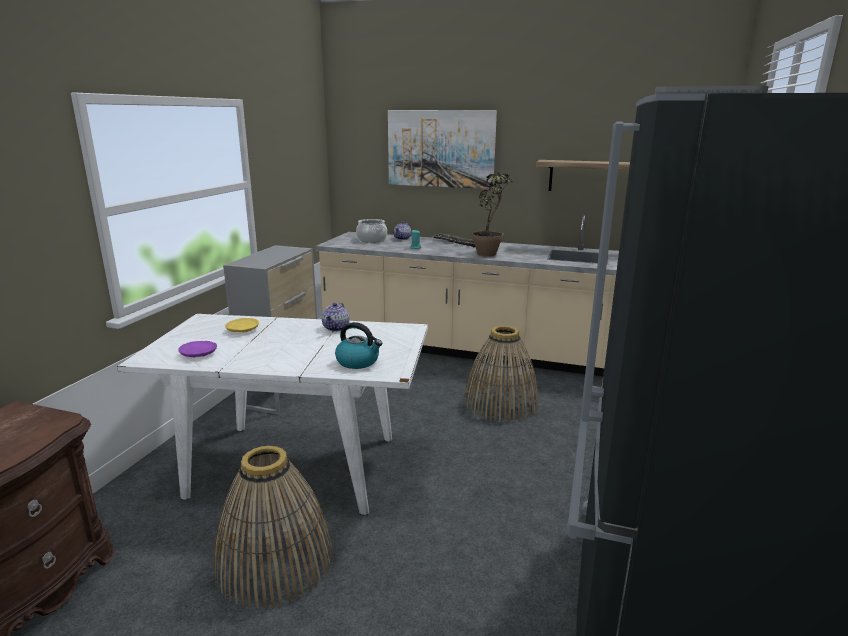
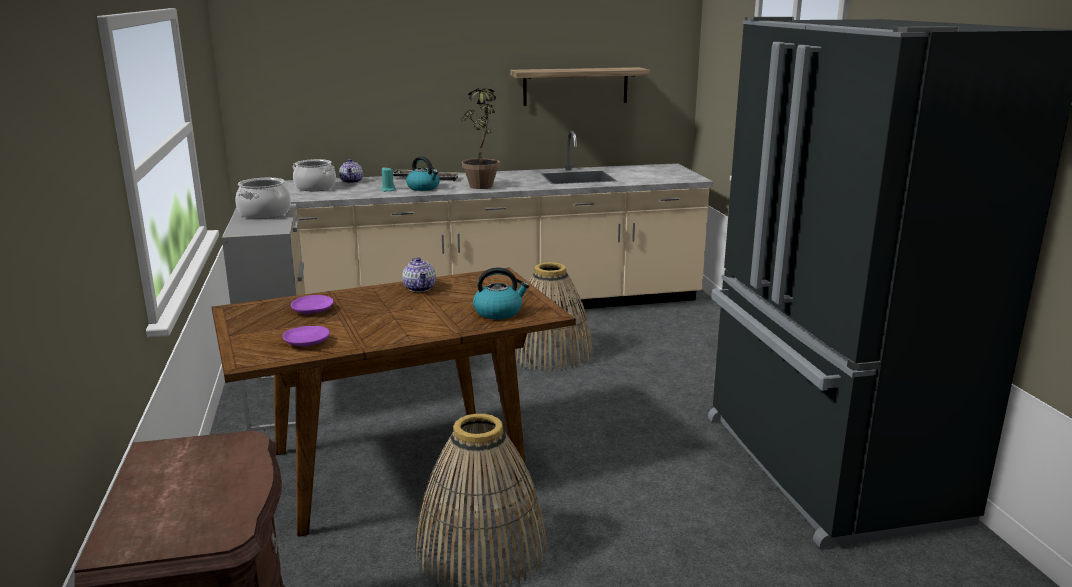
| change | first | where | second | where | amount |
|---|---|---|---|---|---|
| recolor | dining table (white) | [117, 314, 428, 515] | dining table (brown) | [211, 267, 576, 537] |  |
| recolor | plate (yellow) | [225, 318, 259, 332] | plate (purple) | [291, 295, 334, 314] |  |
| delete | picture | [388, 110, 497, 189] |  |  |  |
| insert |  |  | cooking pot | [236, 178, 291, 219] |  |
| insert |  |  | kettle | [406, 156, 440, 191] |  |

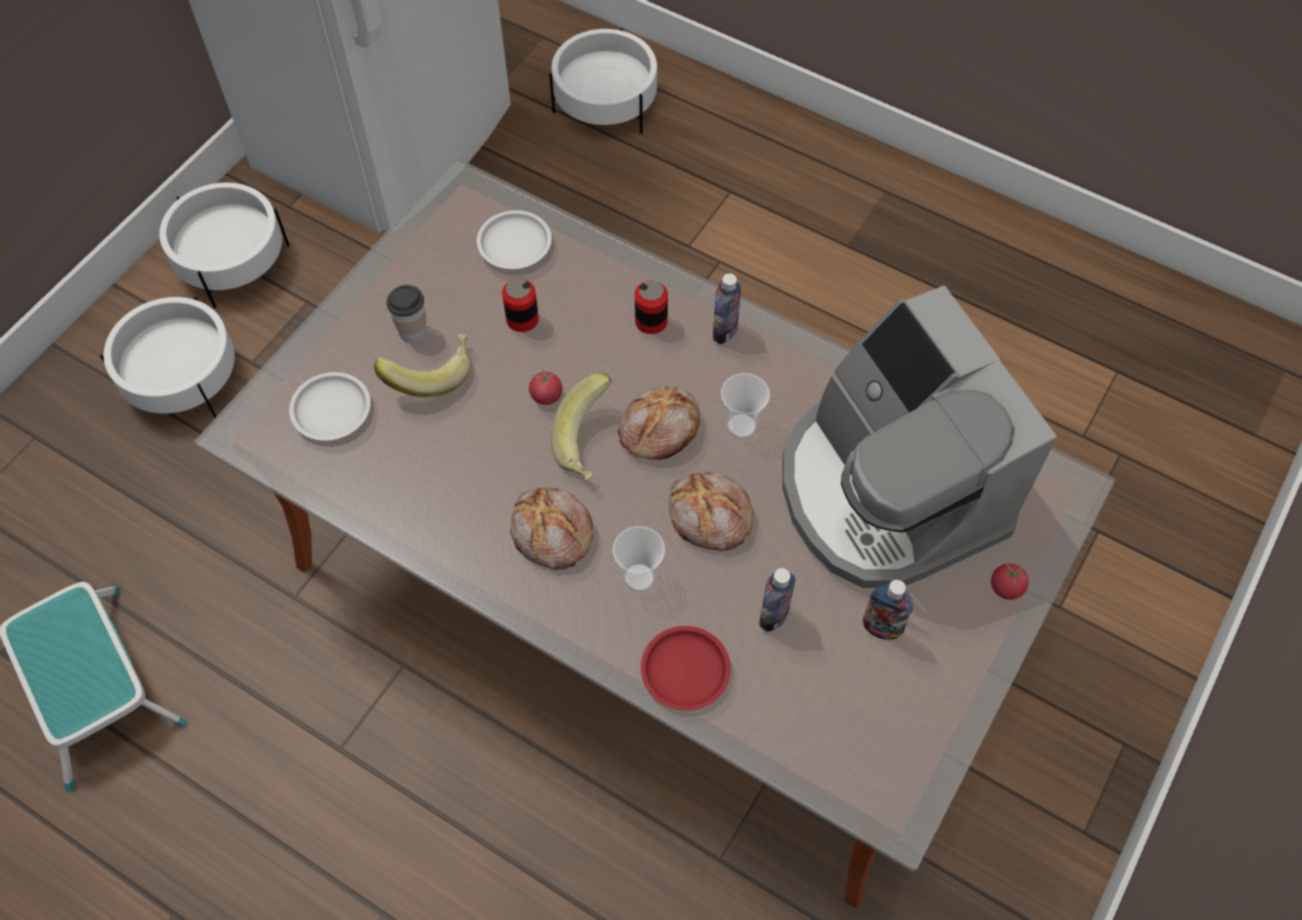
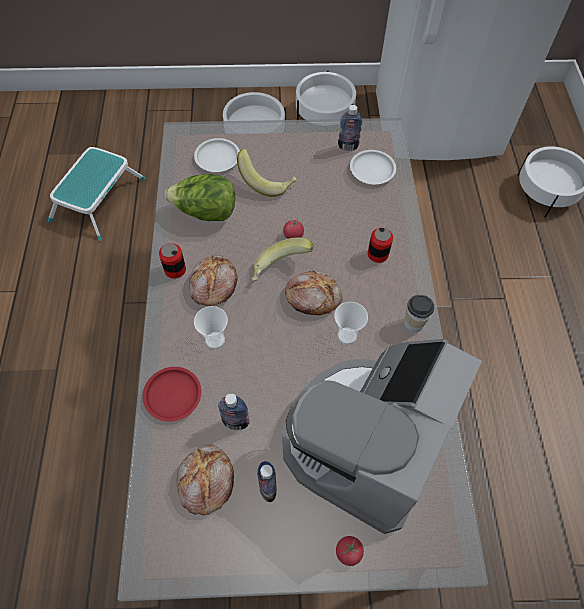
| change | first | where | second | where | amount |
|---|---|---|---|---|---|
| move | cup | [386, 285, 427, 343] |  | [404, 295, 434, 332] |  |
| move | can | [502, 278, 539, 332] |  | [159, 243, 186, 279] |  |
| move | bread | [669, 472, 753, 551] |  | [176, 444, 234, 515] |  |
| move | bottle | [713, 273, 741, 344] |  | [338, 105, 363, 151] |  |
| insert |  |  | lettuce | [165, 174, 235, 221] |  |

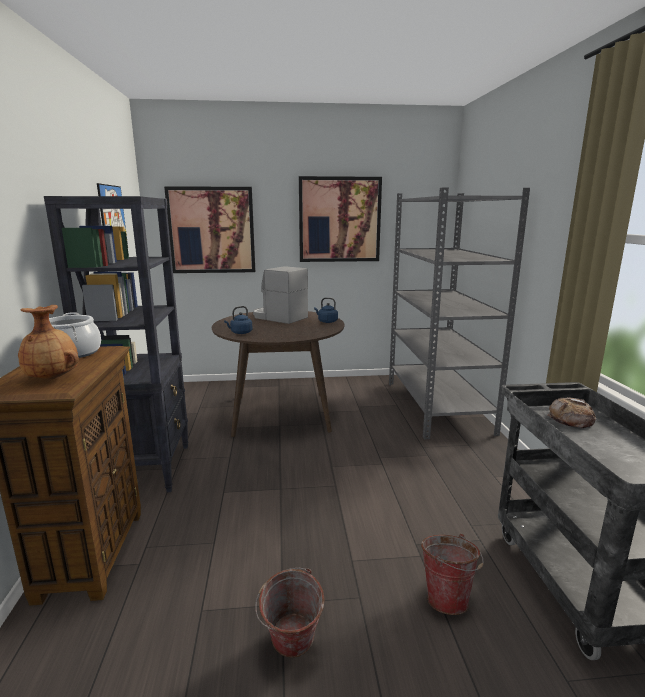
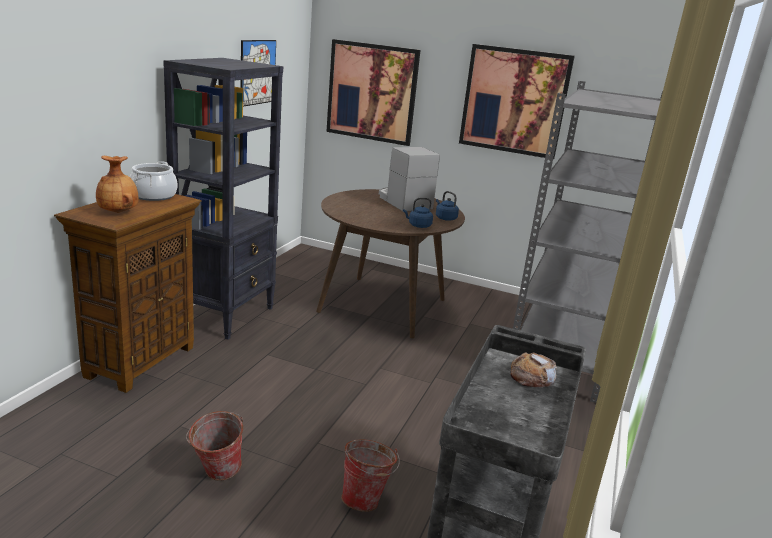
| change | first | where | second | where | amount |
|---|---|---|---|---|---|
| move | kettle (blue) | [224, 306, 252, 334] |  | [403, 197, 433, 228] |  |

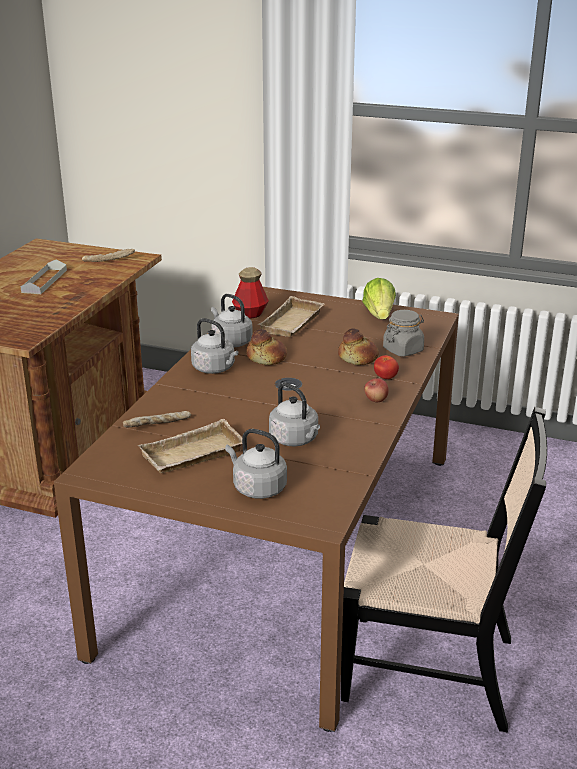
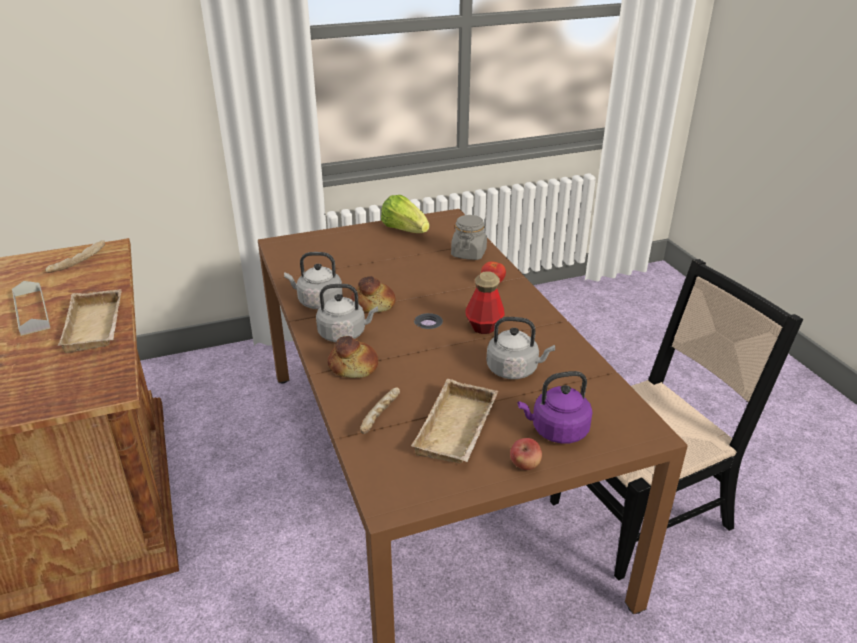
| change | first | where | second | where | amount |
|---|---|---|---|---|---|
| recolor | kettle (grey) | [225, 429, 287, 499] | kettle (purple) | [518, 371, 593, 443] |  |
| move | bottle | [232, 267, 269, 319] |  | [466, 271, 505, 334] |  |
| move | tray (beige) | [258, 296, 325, 337] |  | [58, 289, 121, 353] |  |
| move | bread | [338, 328, 379, 365] |  | [328, 336, 378, 378] |  |
| move | apple | [364, 378, 389, 402] |  | [510, 438, 542, 470] |  |

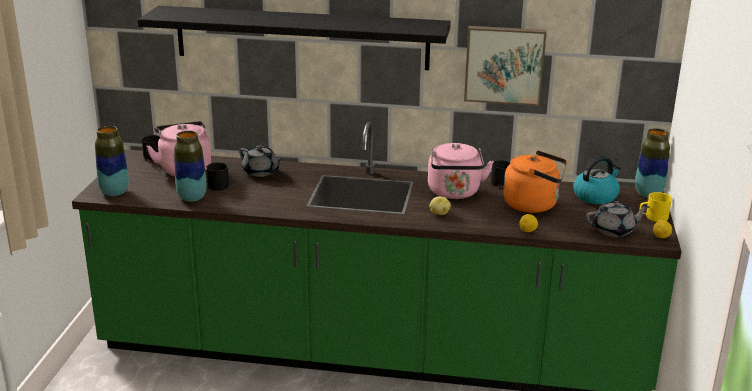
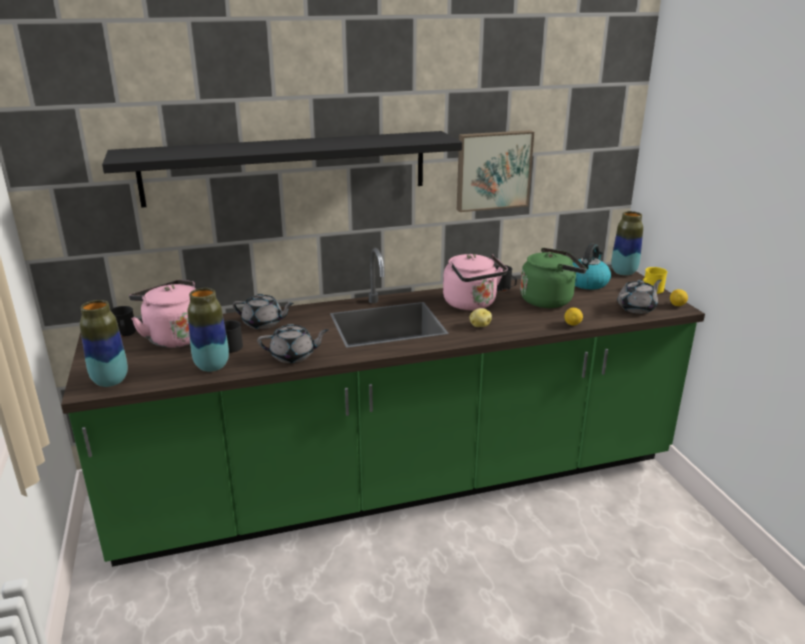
| change | first | where | second | where | amount |
|---|---|---|---|---|---|
| recolor | kettle (orange) | [503, 150, 567, 213] | kettle (green) | [520, 248, 587, 308] |  |
| insert |  |  | teapot (grey) | [257, 324, 329, 363] |  |

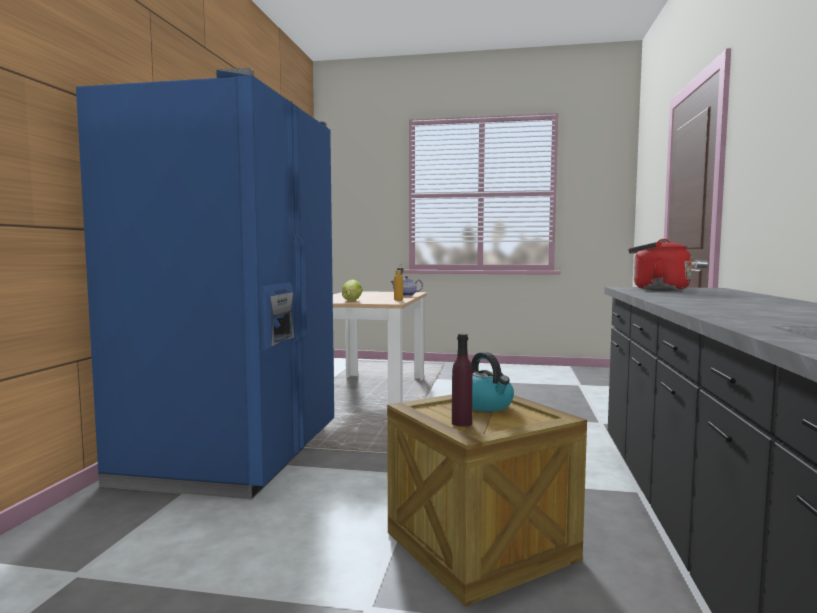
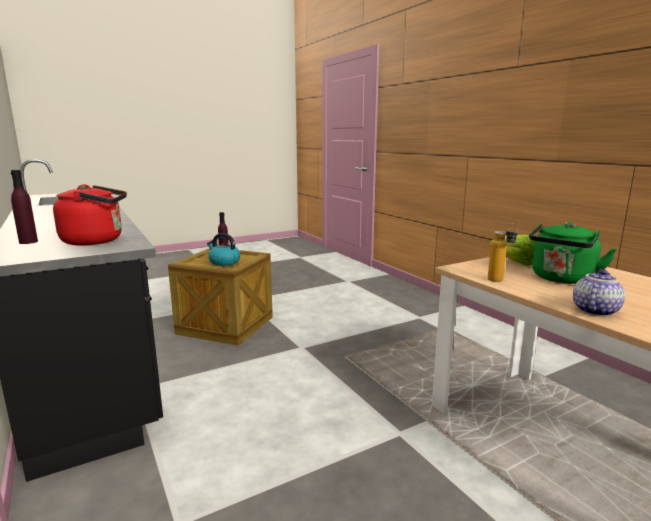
| change | first | where | second | where | amount |
|---|---|---|---|---|---|
| delete | fridge (blue) | [76, 68, 334, 500] |  |  |  |
| insert |  |  | bottle (purple) | [11, 170, 38, 244] |  |
| insert |  |  | kettle (green) | [529, 222, 617, 284] |  |

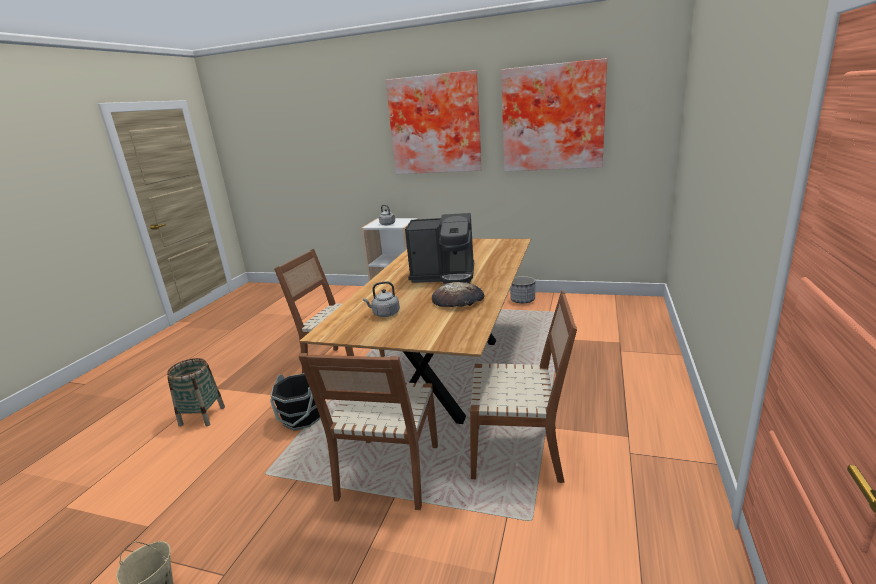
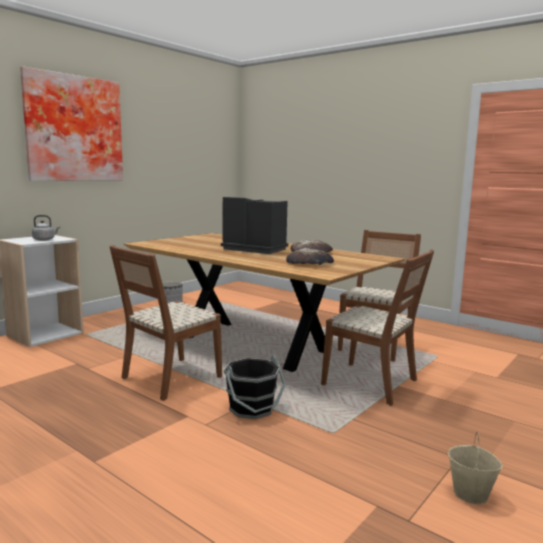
| change | first | where | second | where | amount |
|---|---|---|---|---|---|
| delete | basket | [167, 358, 225, 427] |  |  |  |
| replace | kettle (grey) | [363, 281, 400, 317] | bread | [286, 248, 334, 265] |  |
| rotate | coffee machine | [405, 213, 474, 284] |  | [221, 197, 288, 254] | 90 degrees counterclockwise |
| delete | picture | [501, 58, 607, 171] |  |  |  |

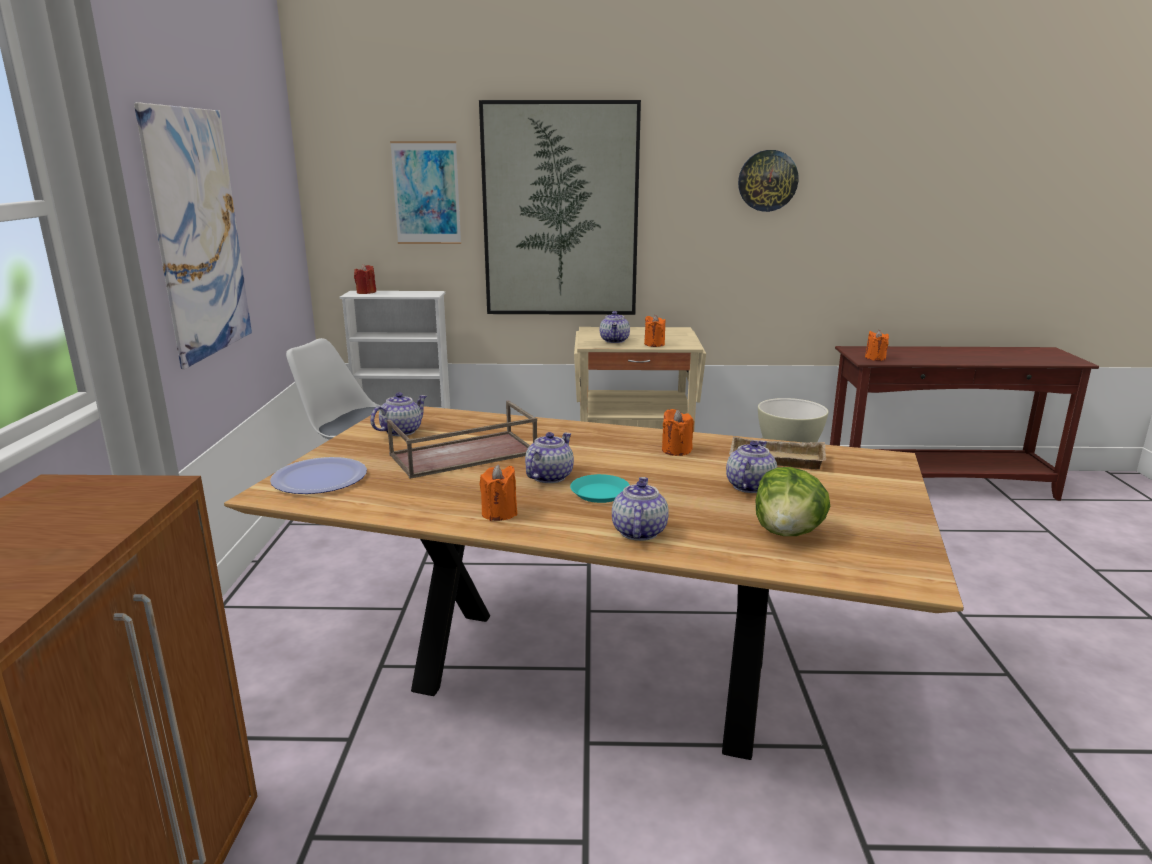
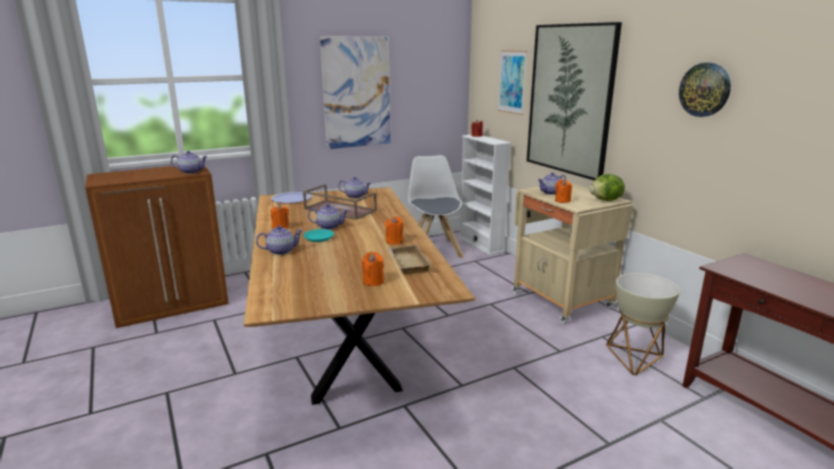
| change | first | where | second | where | amount |
|---|---|---|---|---|---|
| move | teapot | [726, 440, 777, 493] |  | [171, 151, 208, 174] |  |
| move | lettuce | [756, 467, 830, 536] |  | [589, 174, 625, 201] |  |
| move | candle (orange) | [865, 330, 889, 361] |  | [361, 252, 384, 286] |  |

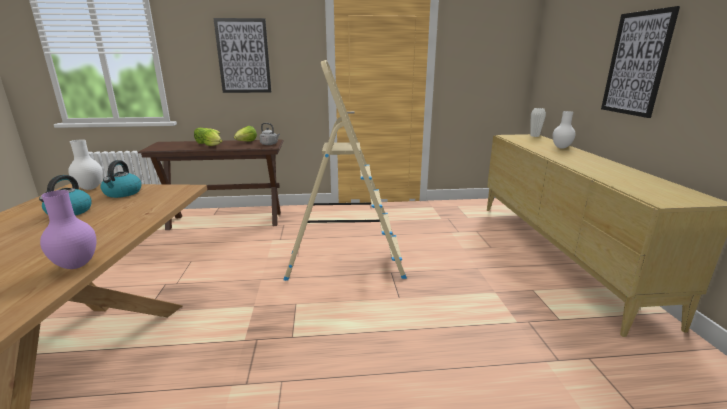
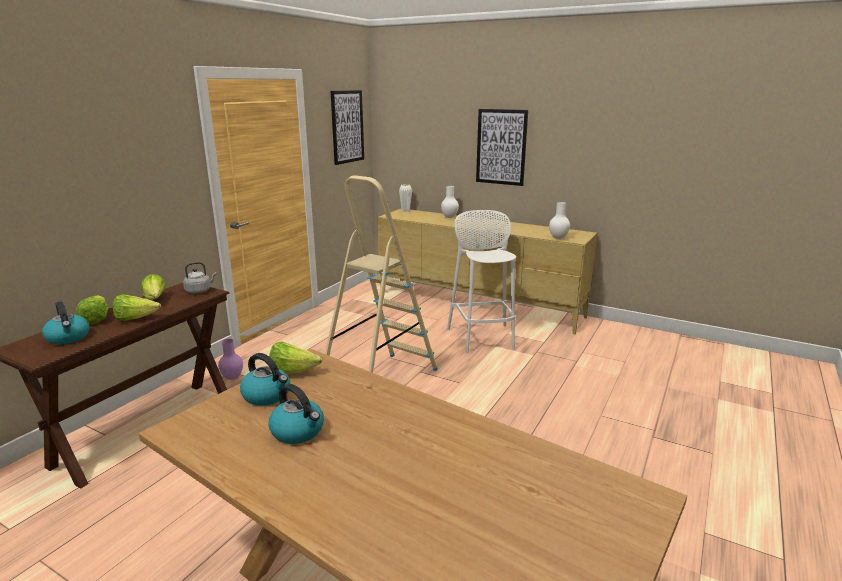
| change | first | where | second | where | amount |
|---|---|---|---|---|---|
| move | vase (purple) | [40, 190, 96, 269] |  | [218, 339, 243, 380] |  |
| move | vase (white) | [68, 139, 103, 190] |  | [549, 202, 570, 239] |  |
| move | picture | [213, 18, 271, 93] |  | [331, 90, 364, 165] |  |
| insert |  |  | kettle | [42, 301, 89, 344] |  |
| insert |  |  | lettuce | [269, 342, 323, 374] |  |
| insert |  |  | stool (white) | [447, 210, 516, 353] |  |

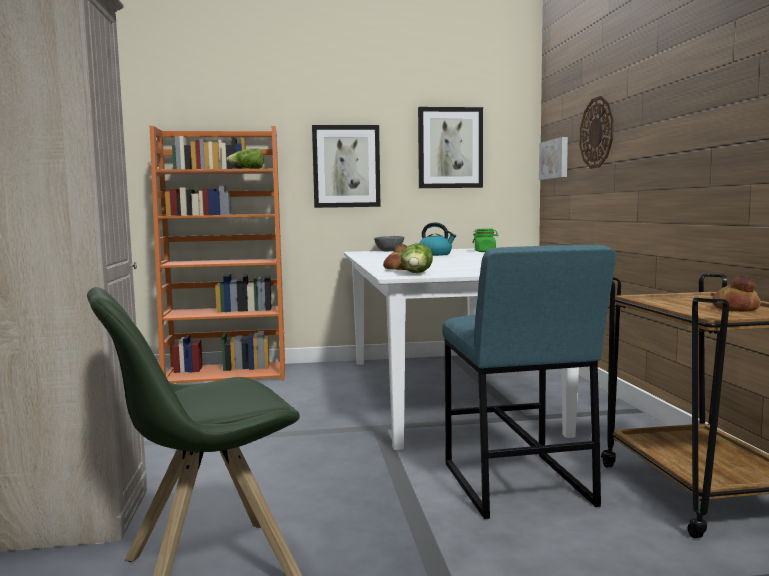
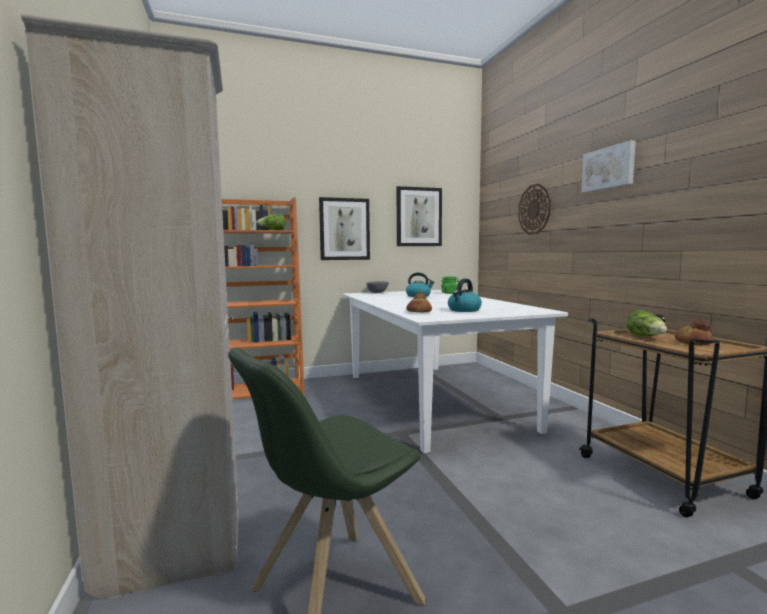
| change | first | where | second | where | amount |
|---|---|---|---|---|---|
| move | lettuce | [401, 243, 433, 273] |  | [626, 310, 667, 336] |  |
| delete | stool (blue) | [442, 245, 616, 519] |  |  |  |
| move | picture | [539, 137, 568, 180] |  | [581, 140, 636, 192] |  |
| insert |  |  | kettle | [448, 279, 482, 312] |  |

